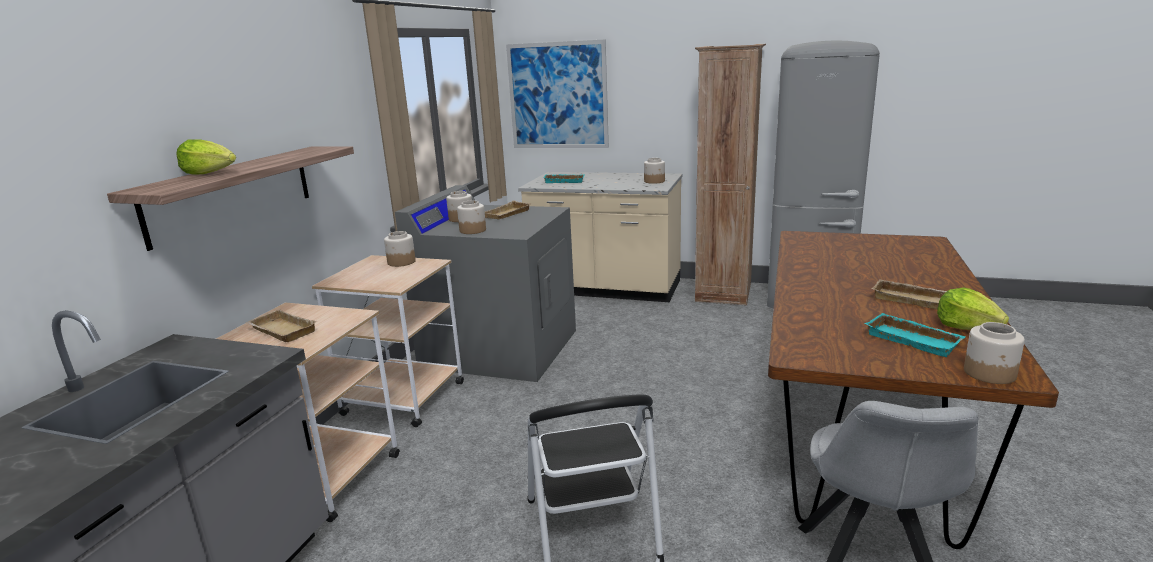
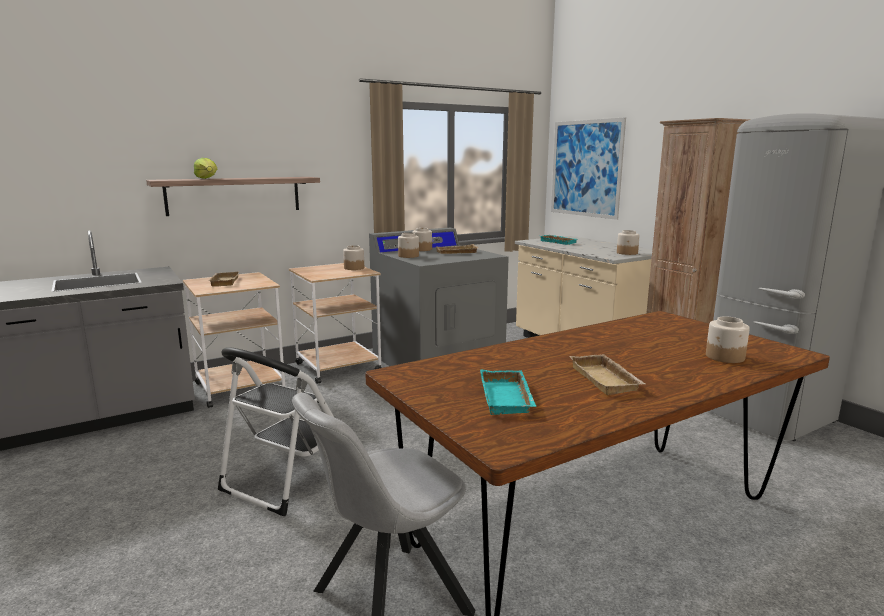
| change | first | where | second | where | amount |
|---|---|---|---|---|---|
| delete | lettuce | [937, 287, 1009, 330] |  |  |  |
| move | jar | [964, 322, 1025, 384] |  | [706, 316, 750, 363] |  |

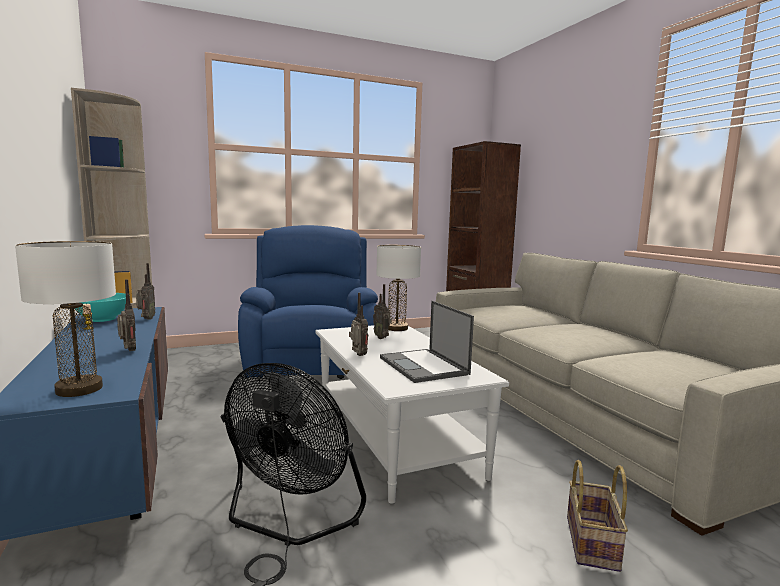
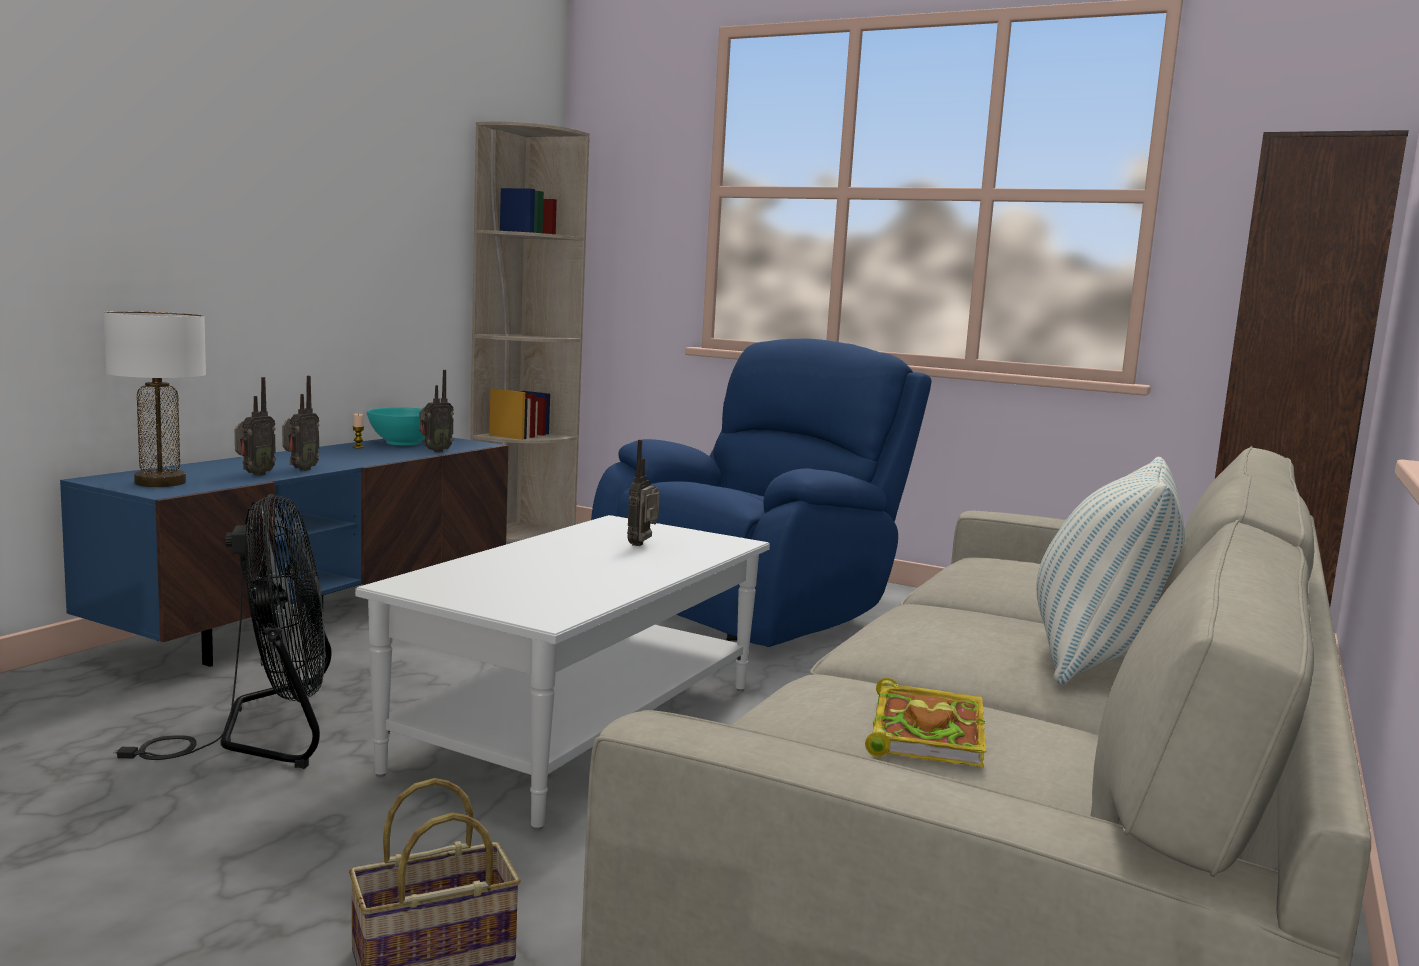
| change | first | where | second | where | amount |
|---|---|---|---|---|---|
| move | radio | [349, 293, 368, 356] |  | [235, 377, 276, 476] |  |
| delete | table lamp | [377, 245, 421, 331] |  |  |  |
| delete | laptop | [380, 301, 474, 383] |  |  |  |
| insert |  |  | book | [865, 678, 986, 768] |  |
| insert |  |  | pillow | [1036, 457, 1185, 685] |  |

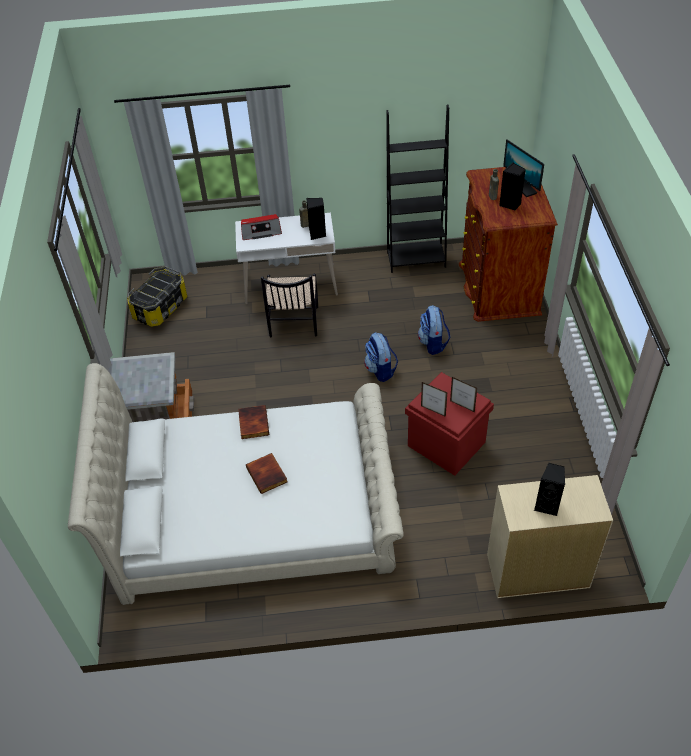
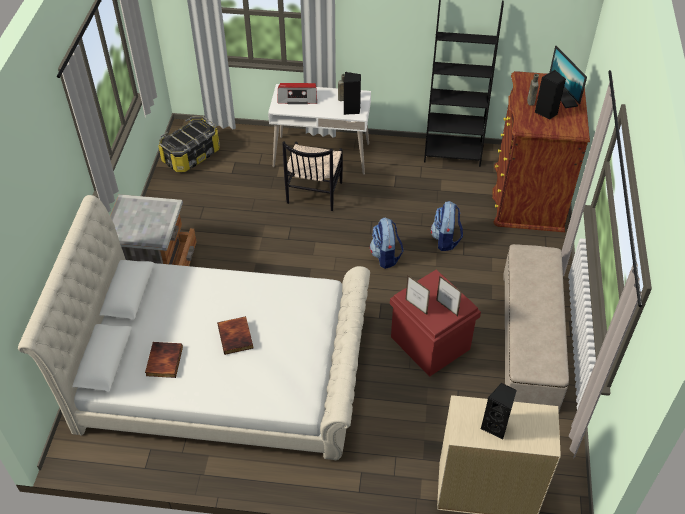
| change | first | where | second | where | amount |
|---|---|---|---|---|---|
| move | book | [238, 405, 269, 439] |  | [145, 342, 183, 378] |  |
| insert |  |  | bench (beige) | [503, 244, 569, 412] |  |

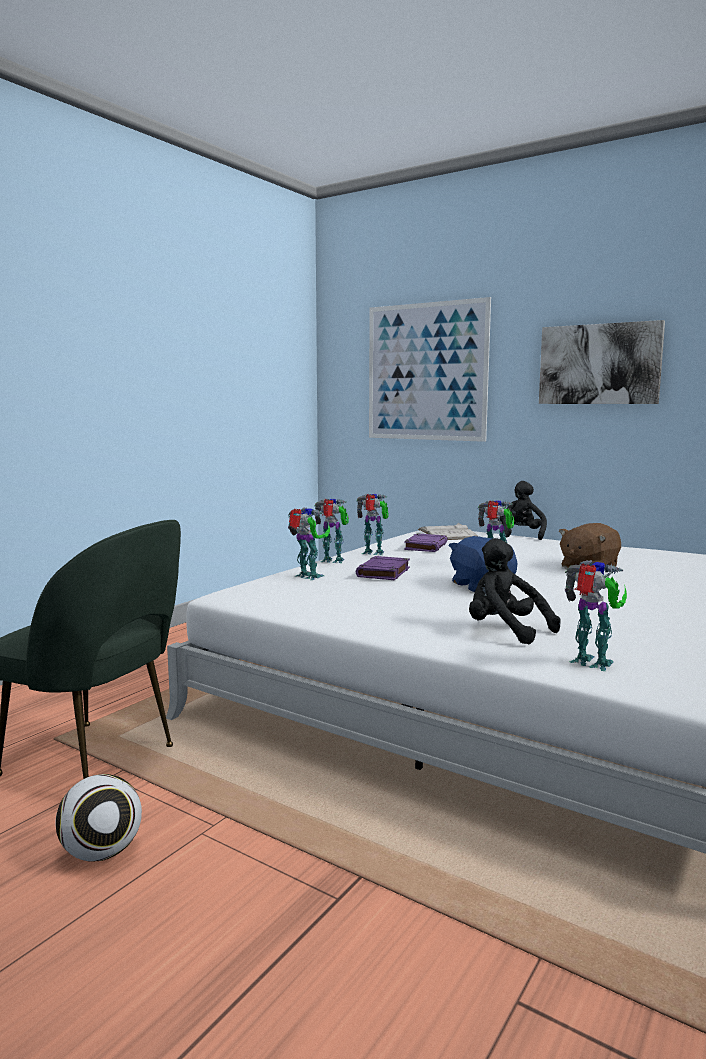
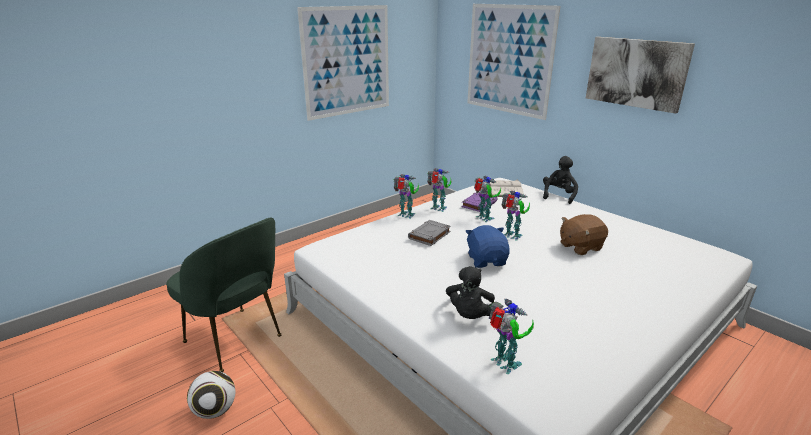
| change | first | where | second | where | amount |
|---|---|---|---|---|---|
| move | toy robot | [288, 507, 330, 580] |  | [474, 176, 501, 222] |  |
| recolor | book (purple) | [356, 556, 410, 580] | book (grey) | [408, 220, 451, 246] |  |
| rotate | plush toy (black) | [469, 538, 561, 644] |  | [446, 266, 495, 319] | 135 degrees counterclockwise |
| insert |  |  | picture | [297, 5, 389, 121] |  |

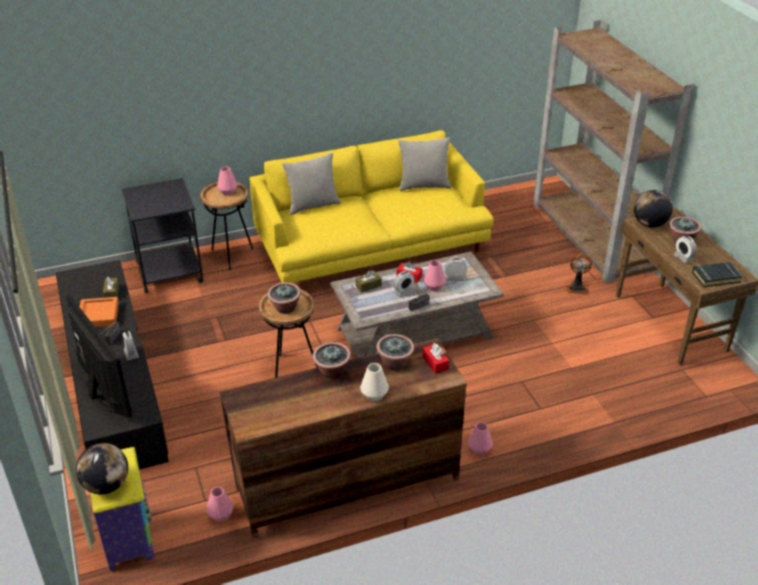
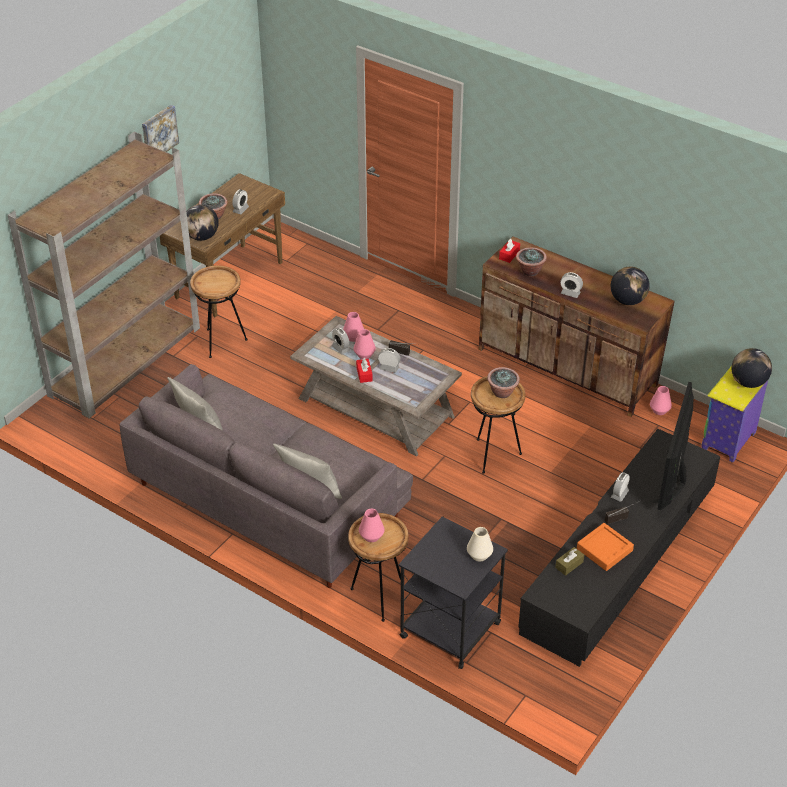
| change | first | where | second | where | amount |
|---|---|---|---|---|---|
| recolor | sofa (yellow) | [250, 130, 493, 283] | sofa (grey) | [120, 364, 413, 588] |  |
| replace | potted plant | [312, 342, 351, 379] | alarm clock | [560, 272, 583, 298] |  |
| delete | tissue box (brown) | [355, 270, 382, 293] |  |  |  |
| move | vase (white) | [360, 363, 389, 401] |  | [467, 527, 493, 561] |  |
| move | vase (pink) | [468, 422, 493, 455] |  | [343, 312, 364, 342] |  |
| replace | fan | [566, 254, 592, 294] | side table (brown) | [190, 265, 248, 358] |  |
| delete | book (black) | [692, 262, 743, 287] |  |  |  |
| insert |  |  | picture | [142, 105, 179, 152] |  |
| insert |  |  | globe | [611, 267, 650, 305] |  |

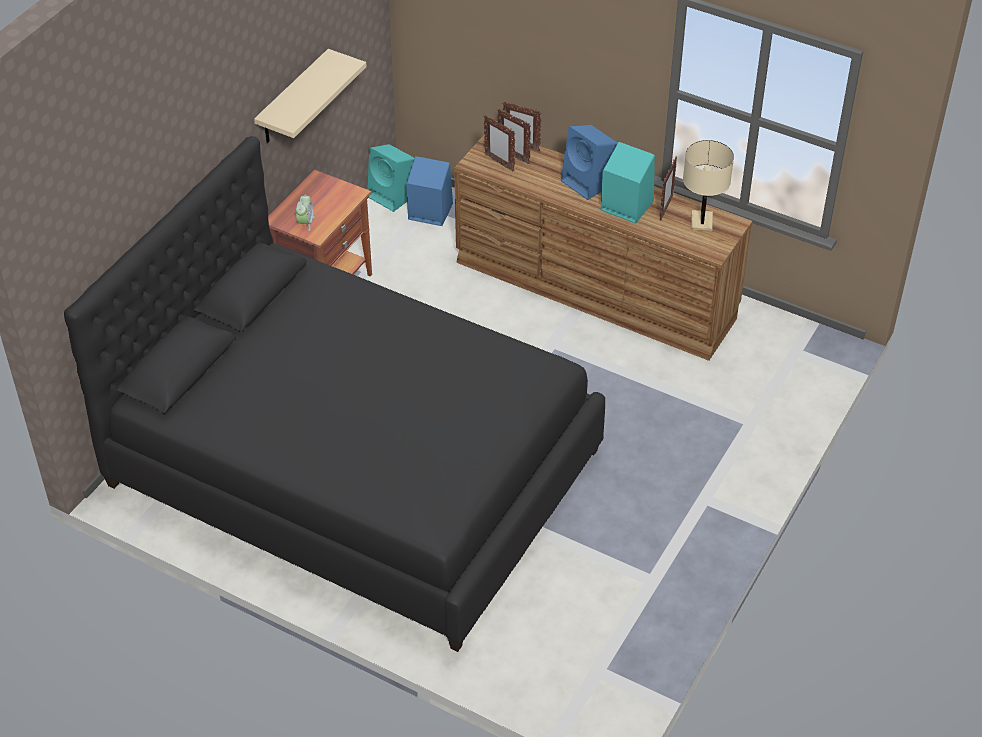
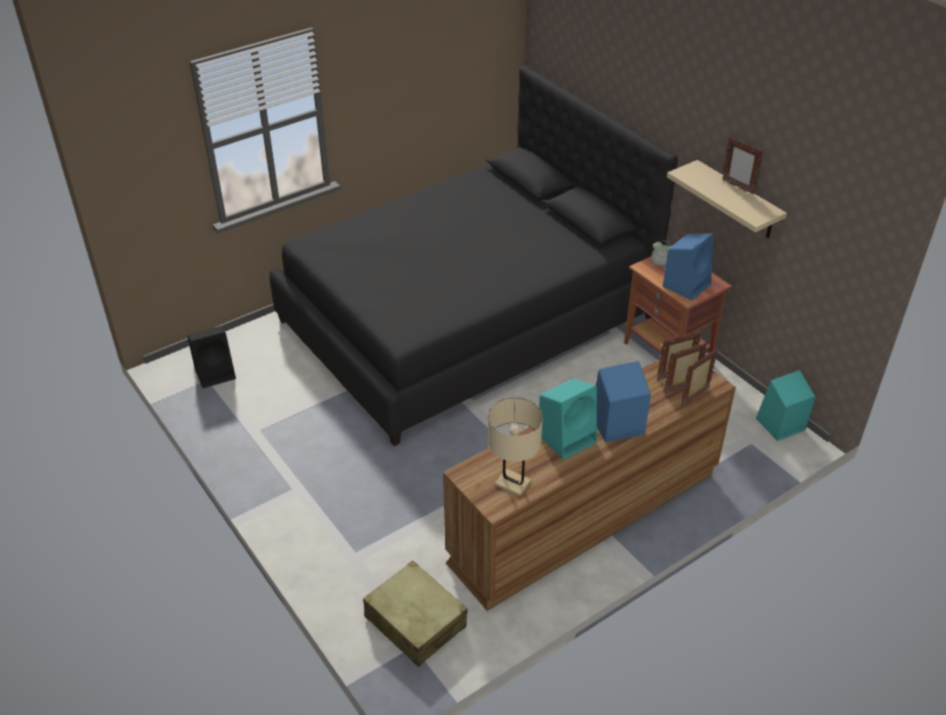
| change | first | where | second | where | amount |
|---|---|---|---|---|---|
| move | speaker (blue) | [406, 156, 453, 226] |  | [663, 234, 714, 300] |  |
| move | picture frame | [660, 157, 677, 221] |  | [722, 137, 763, 195] |  |
| insert |  |  | speaker (black) | [187, 326, 236, 388] |  |
| insert |  |  | suitcase (beige) | [363, 561, 468, 667] |  |

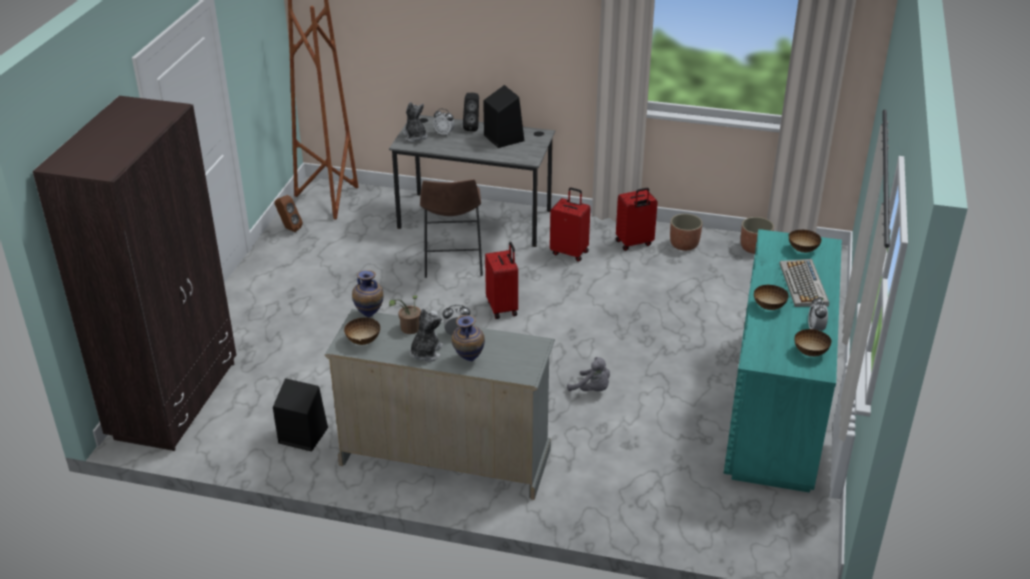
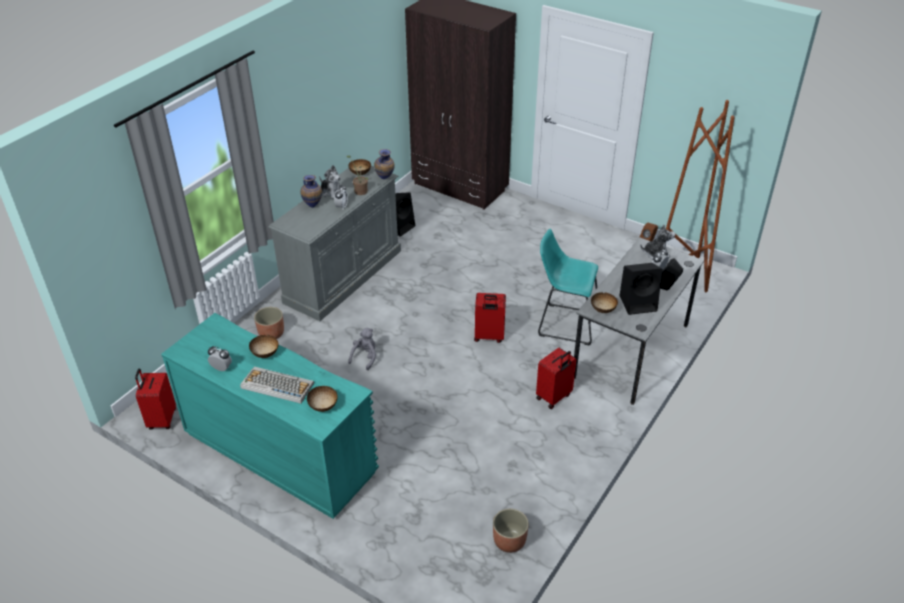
| change | first | where | second | where | amount |
|---|---|---|---|---|---|
| recolor | stool (brown) | [420, 179, 483, 278] | stool (turquoise) | [538, 229, 598, 345] |  |
| rotate | plush toy (grey) | [567, 357, 610, 391] |  | [348, 328, 376, 370] | 150 degrees clockwise |
| move | suitcase (red) | [616, 188, 658, 251] |  | [135, 369, 176, 430] |  |
| move | planter | [670, 214, 702, 251] |  | [254, 307, 284, 339] |  |
| move | bowl | [794, 329, 831, 357] |  | [591, 292, 618, 313] |  |

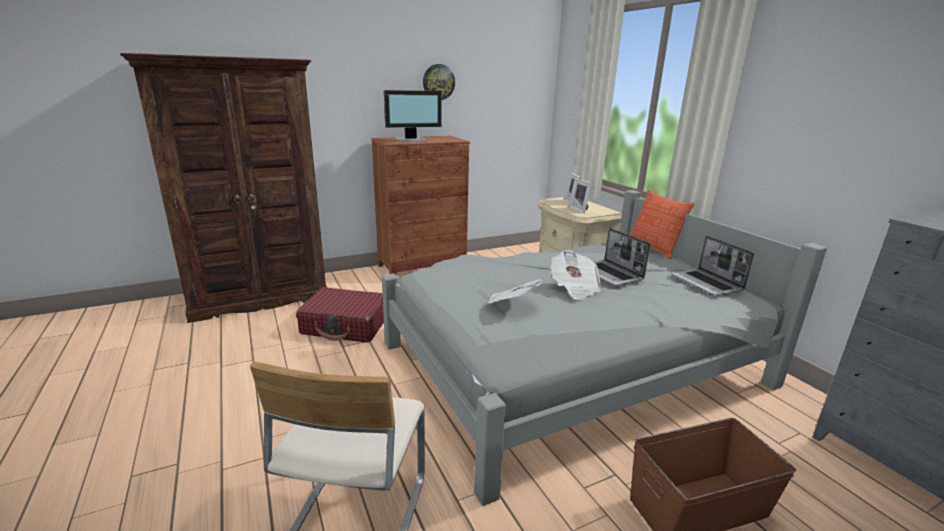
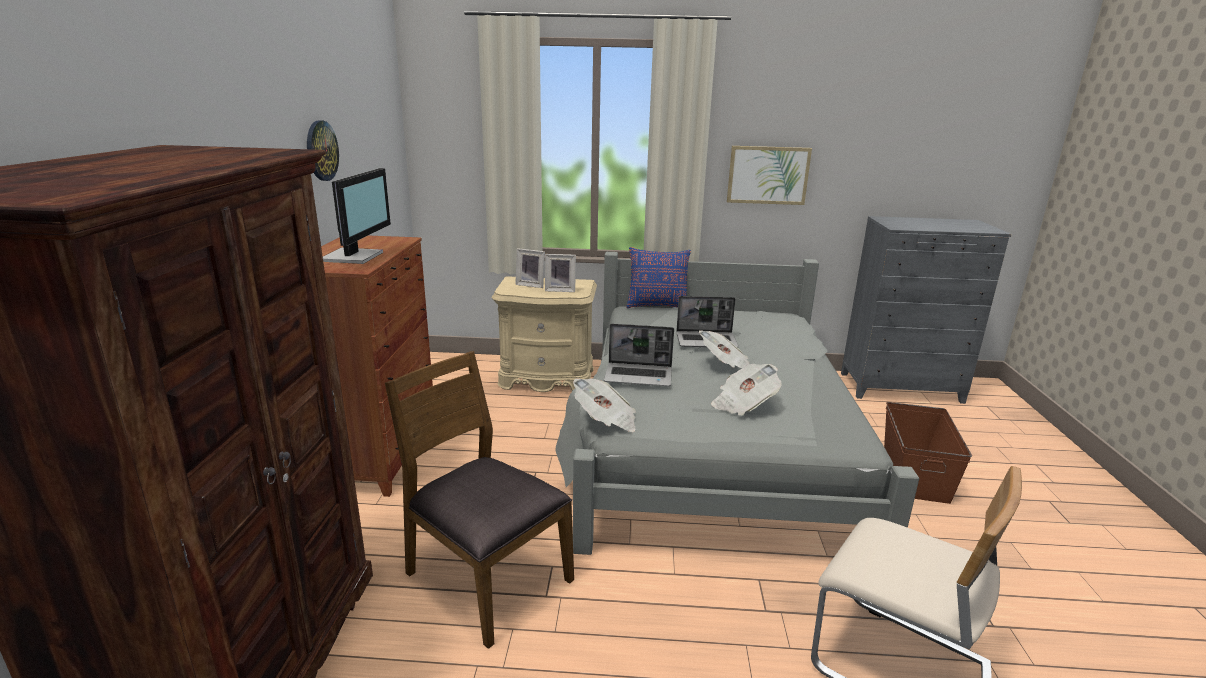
| change | first | where | second | where | amount |
|---|---|---|---|---|---|
| replace | suitcase (red) | [296, 287, 384, 343] | chair (brown) | [385, 351, 574, 649] |  |
| recolor | pillow (orange) | [630, 189, 695, 259] | pillow (blue) | [626, 247, 691, 308] |  |
| move | laptop | [672, 236, 754, 296] |  | [604, 324, 674, 386] |  |
| insert |  |  | newspaper | [573, 378, 636, 432] |  |
| insert |  |  | picture | [727, 146, 812, 205] |  |

